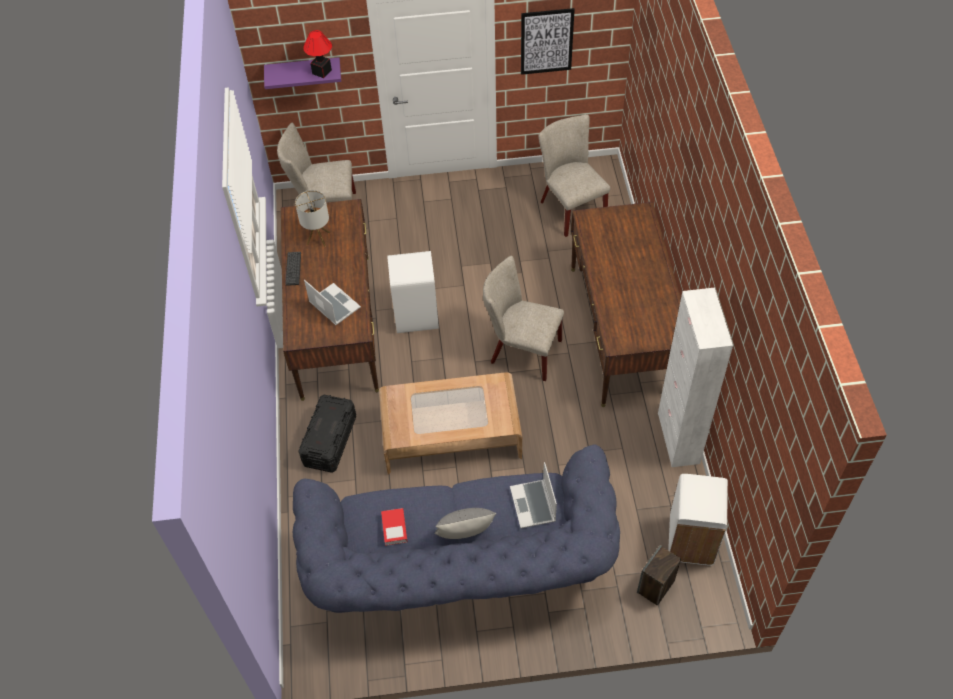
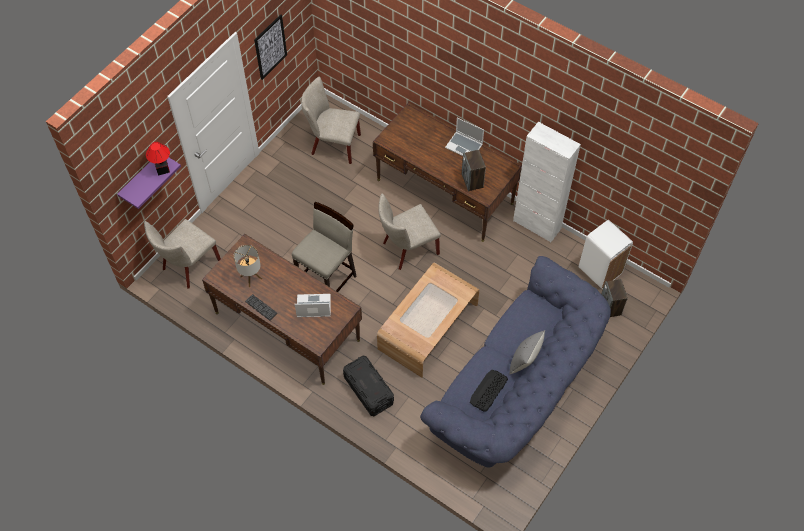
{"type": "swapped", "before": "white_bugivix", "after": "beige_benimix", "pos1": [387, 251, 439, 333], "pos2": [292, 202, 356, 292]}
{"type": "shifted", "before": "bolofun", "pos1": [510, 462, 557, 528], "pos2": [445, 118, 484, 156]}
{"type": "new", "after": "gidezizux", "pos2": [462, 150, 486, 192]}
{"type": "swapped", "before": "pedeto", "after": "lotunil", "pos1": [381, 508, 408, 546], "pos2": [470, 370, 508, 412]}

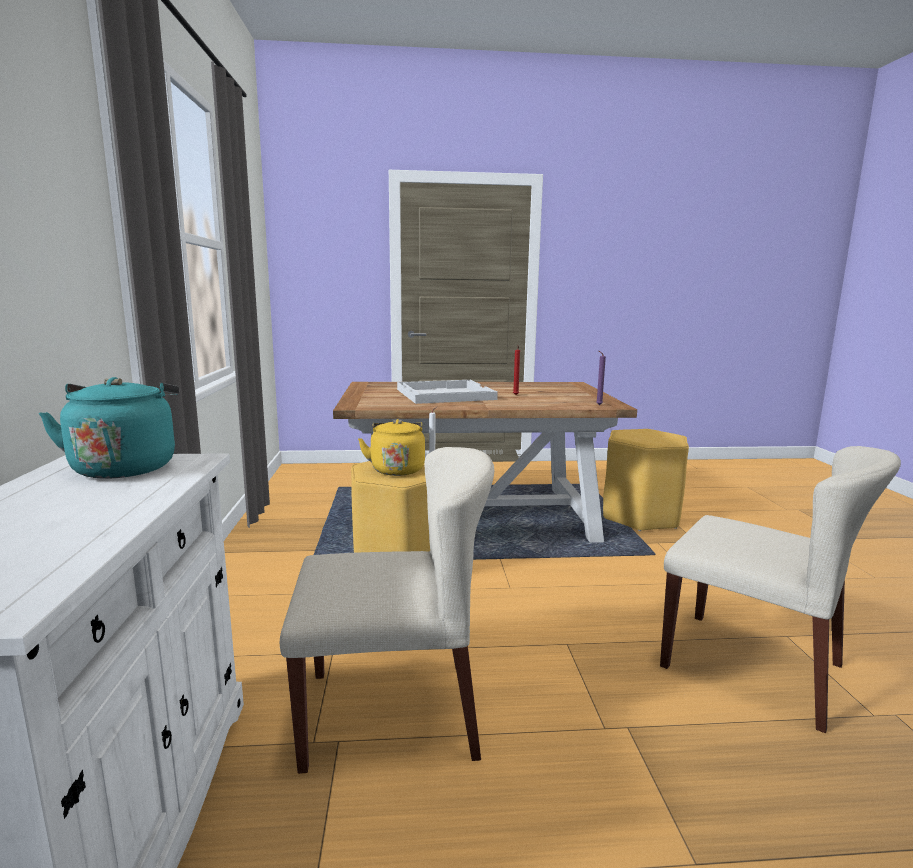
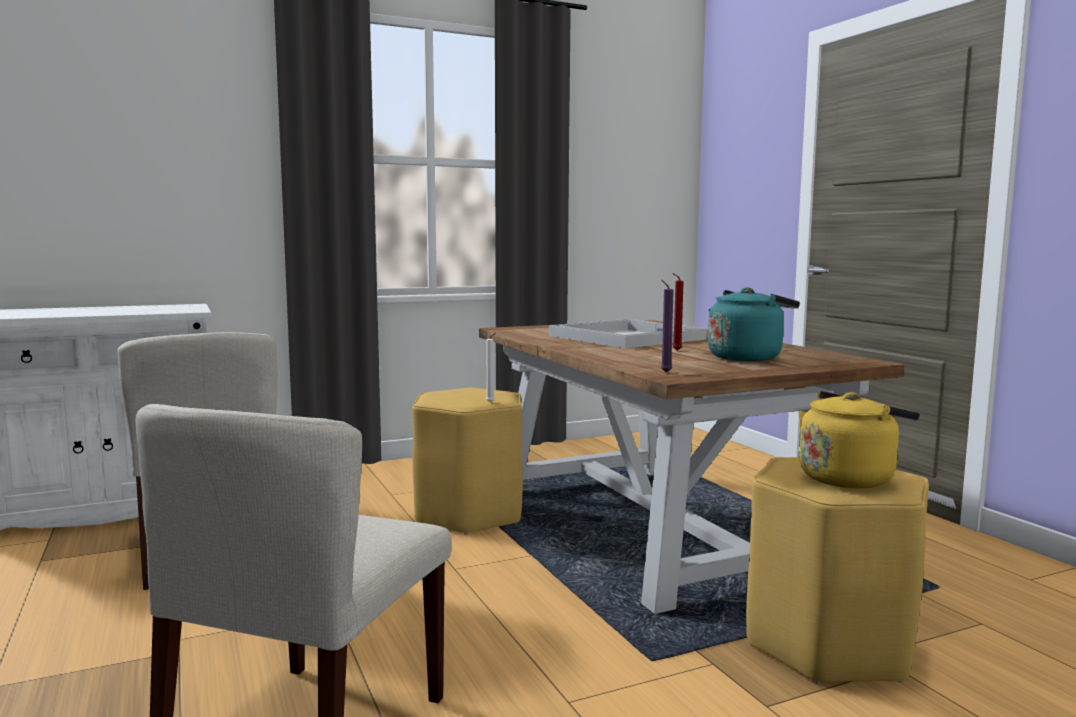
{"type": "shifted", "before": "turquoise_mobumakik", "pos1": [39, 377, 179, 479], "pos2": [708, 287, 800, 361]}
{"type": "shifted", "before": "yellow_mobumakik", "pos1": [358, 419, 425, 476], "pos2": [798, 391, 920, 488]}

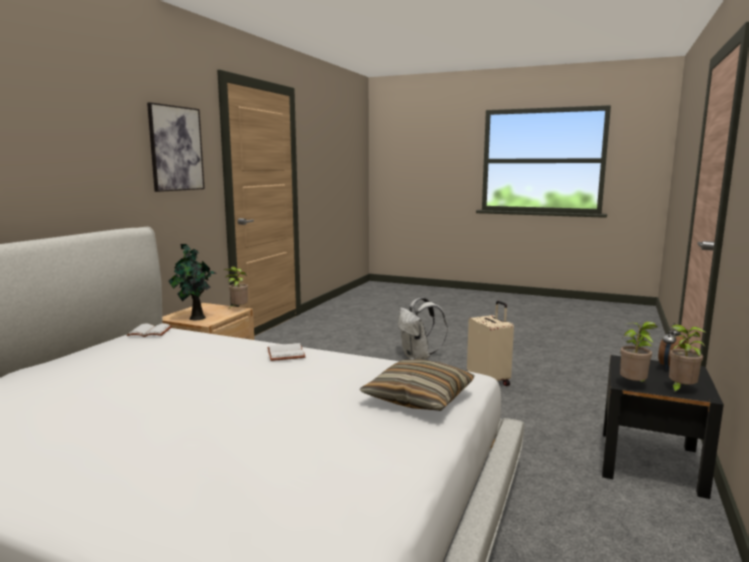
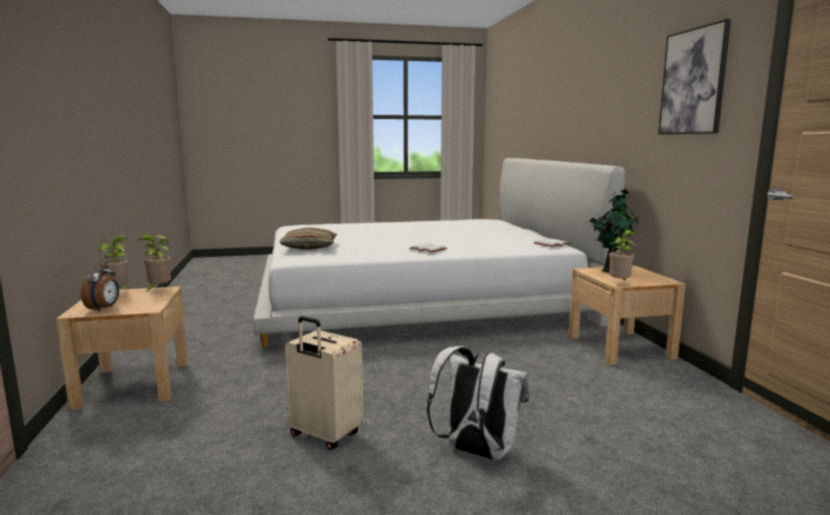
{"type": "repainted", "before": "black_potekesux", "after": "beige_potekesux", "pos1": [602, 355, 724, 499], "pos2": [56, 286, 188, 410]}

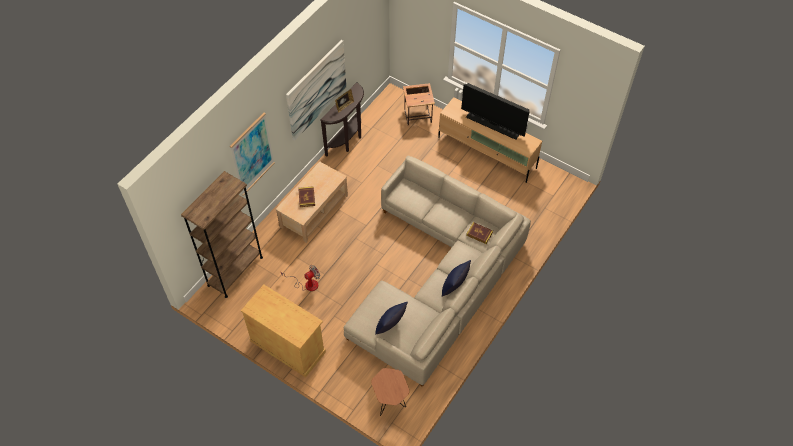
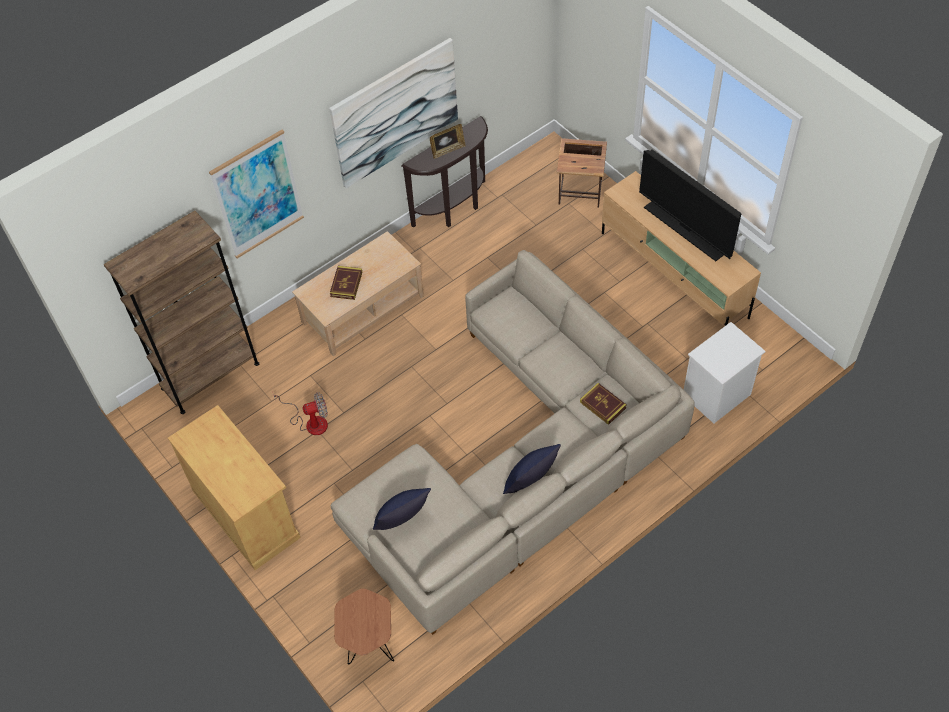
{"type": "new", "after": "white_potekesux", "pos2": [684, 322, 766, 424]}

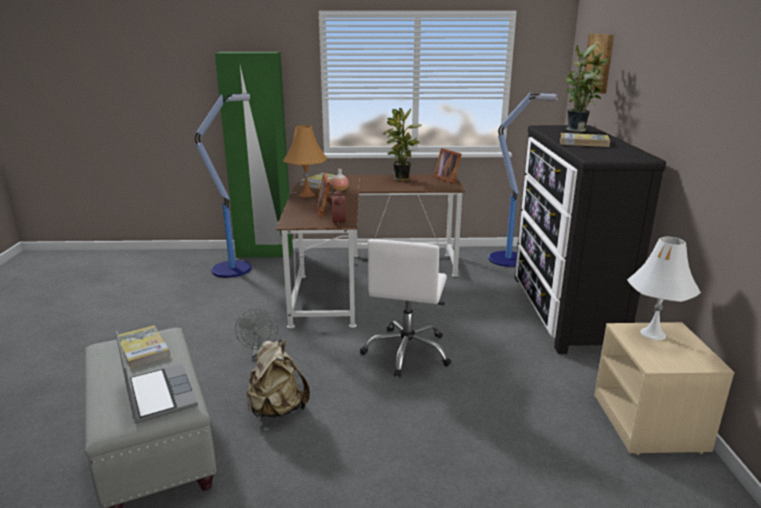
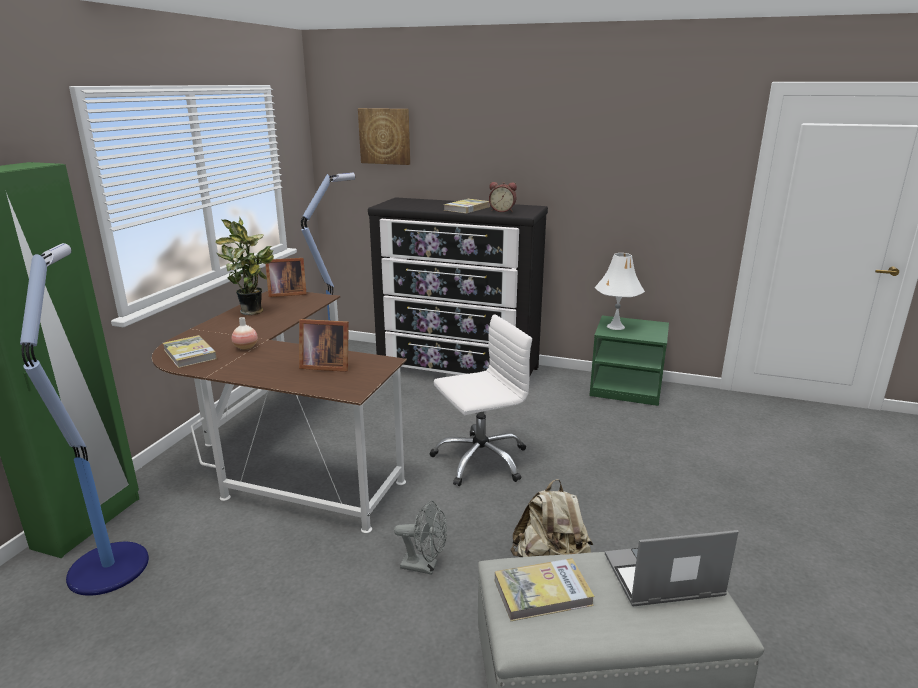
{"type": "rotated", "before": "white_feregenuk", "pos1": [360, 239, 451, 377], "pos2": [430, 315, 532, 486], "turn": -60}
{"type": "shifted", "before": "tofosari", "pos1": [332, 190, 348, 225], "pos2": [489, 182, 517, 212]}
{"type": "repainted", "before": "beige_potekesux", "after": "green_potekesux", "pos1": [594, 322, 735, 455], "pos2": [589, 316, 669, 406]}
{"type": "gone", "before": "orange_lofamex", "pos1": [283, 125, 327, 197]}
{"type": "gone", "before": "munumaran", "pos1": [565, 44, 611, 132]}

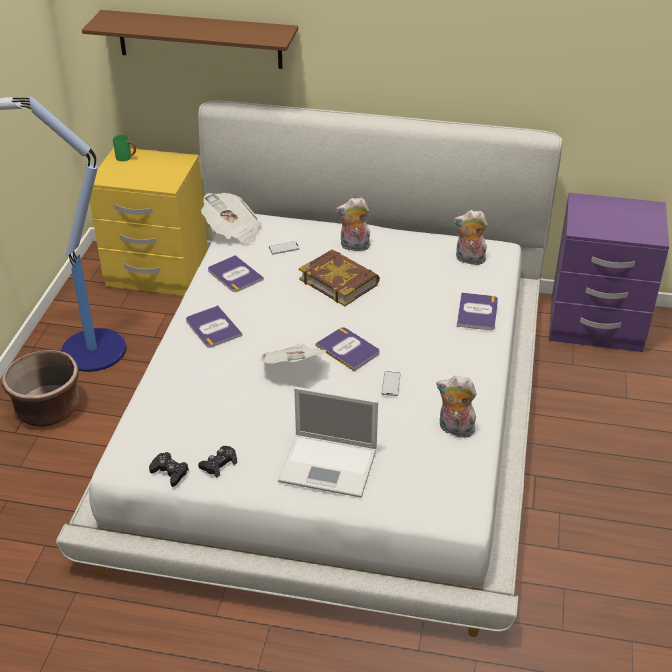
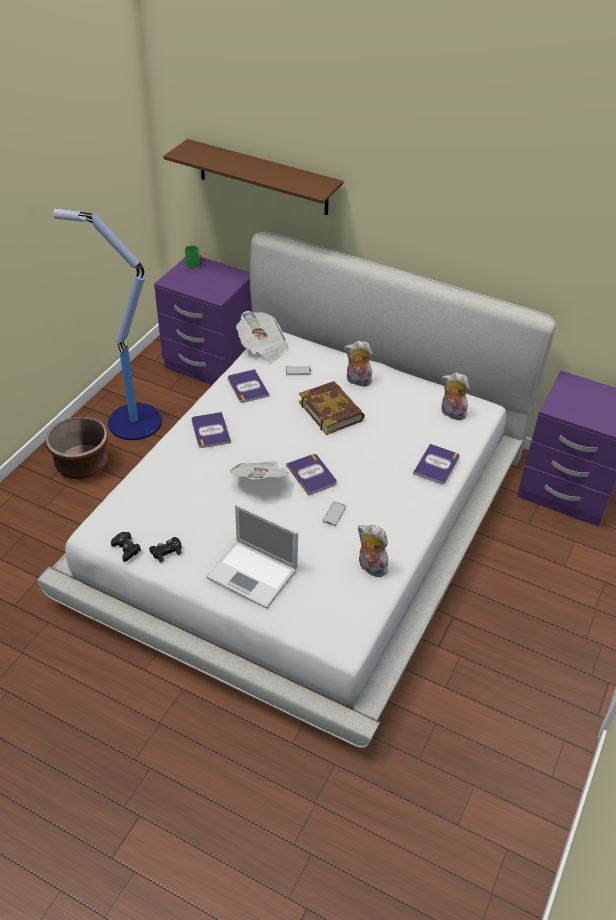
{"type": "repainted", "before": "yellow_potekesux", "after": "purple_potekesux", "pos1": [90, 147, 208, 296], "pos2": [154, 256, 252, 385]}

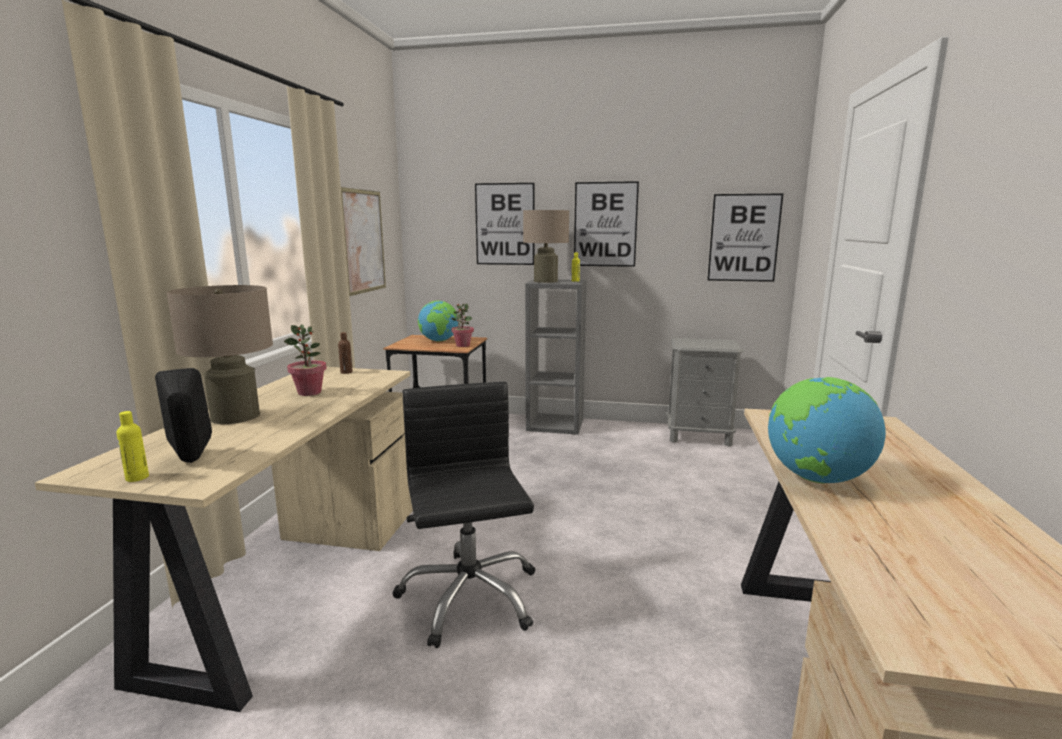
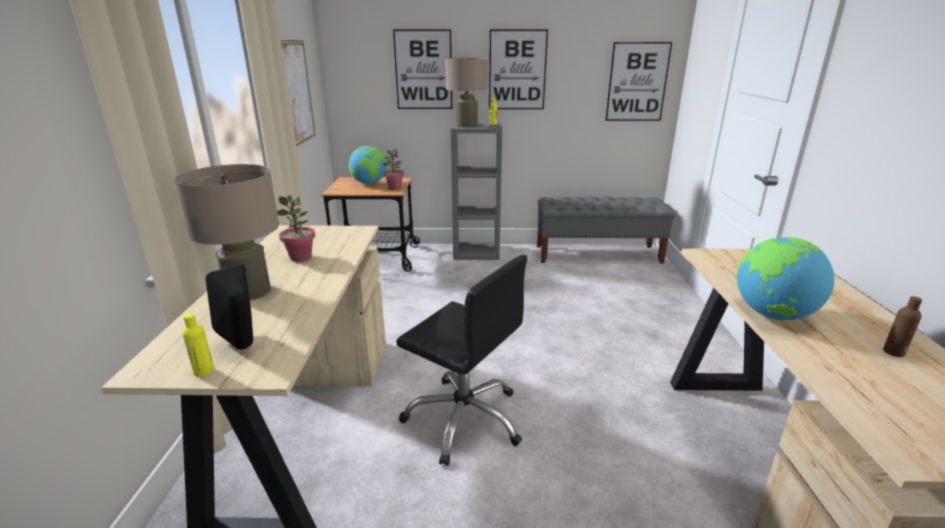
{"type": "rotated", "before": "black_feregenuk", "pos1": [392, 382, 535, 648], "pos2": [396, 255, 527, 466], "turn": 150}
{"type": "swapped", "before": "grey_potekesux", "after": "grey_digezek", "pos1": [667, 338, 744, 446], "pos2": [537, 197, 675, 264]}
{"type": "shifted", "before": "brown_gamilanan", "pos1": [338, 332, 353, 374], "pos2": [883, 296, 922, 357]}

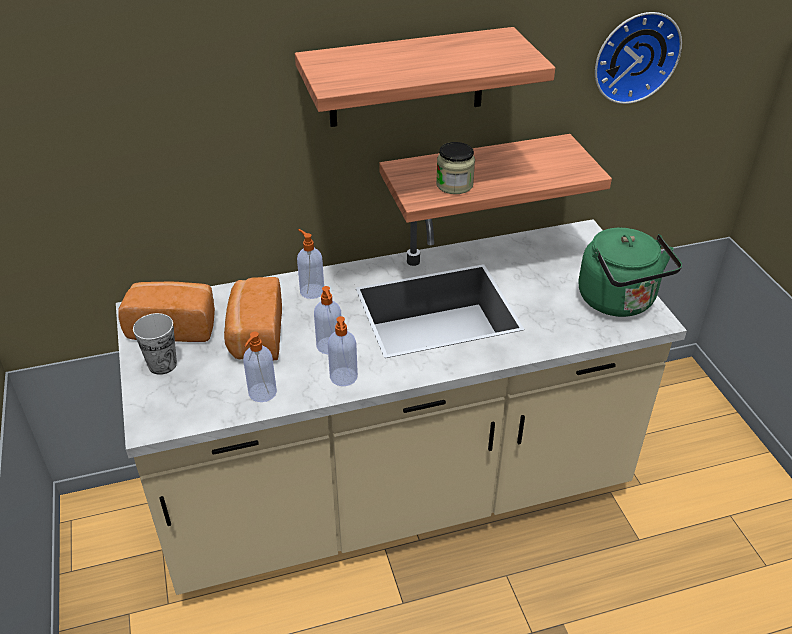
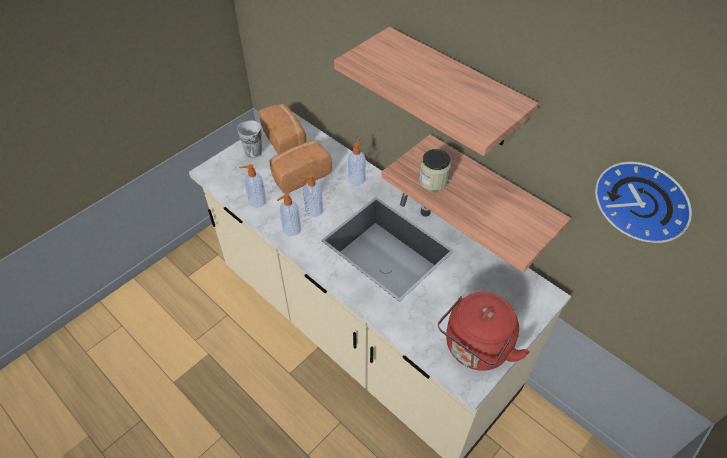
{"type": "repainted", "before": "green_mobumakik", "after": "red_mobumakik", "pos1": [579, 227, 682, 317], "pos2": [438, 292, 530, 371]}

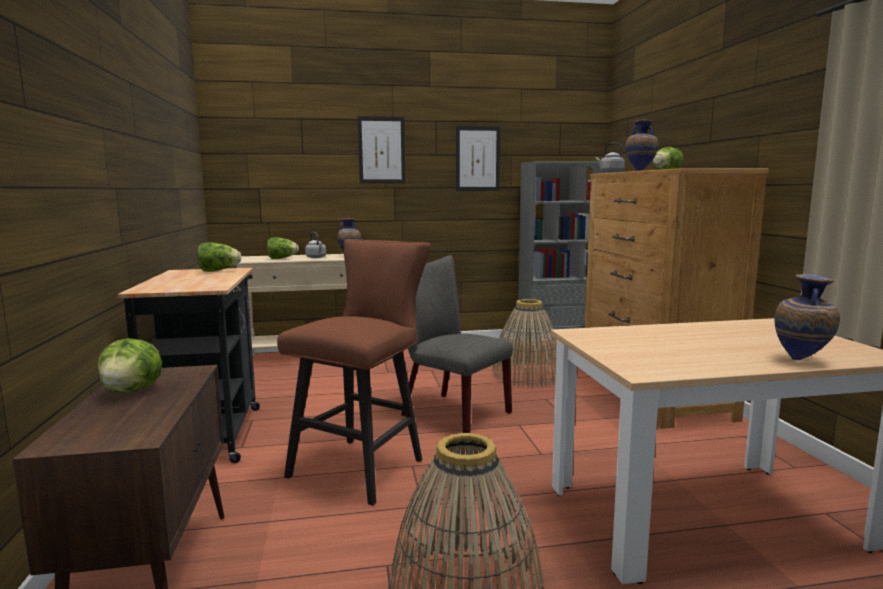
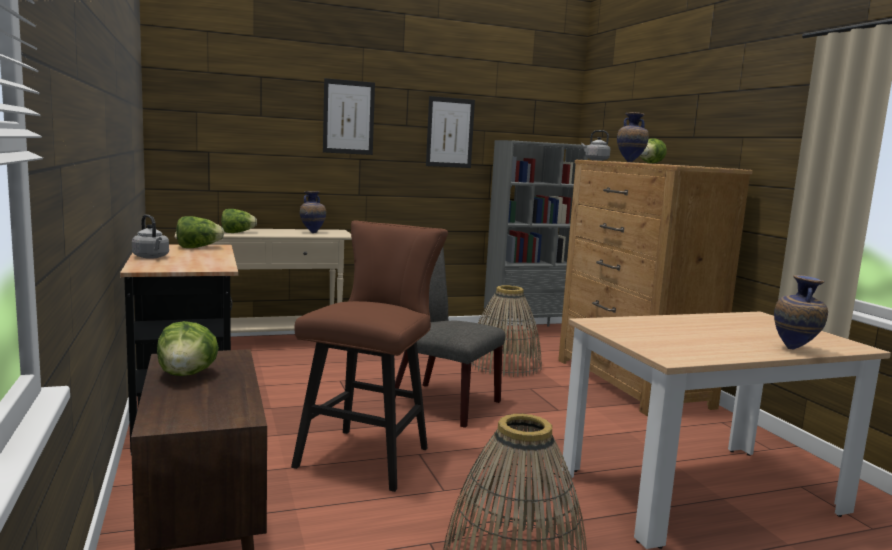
{"type": "shifted", "before": "grey_mobumakik", "pos1": [305, 232, 326, 258], "pos2": [132, 214, 169, 259]}

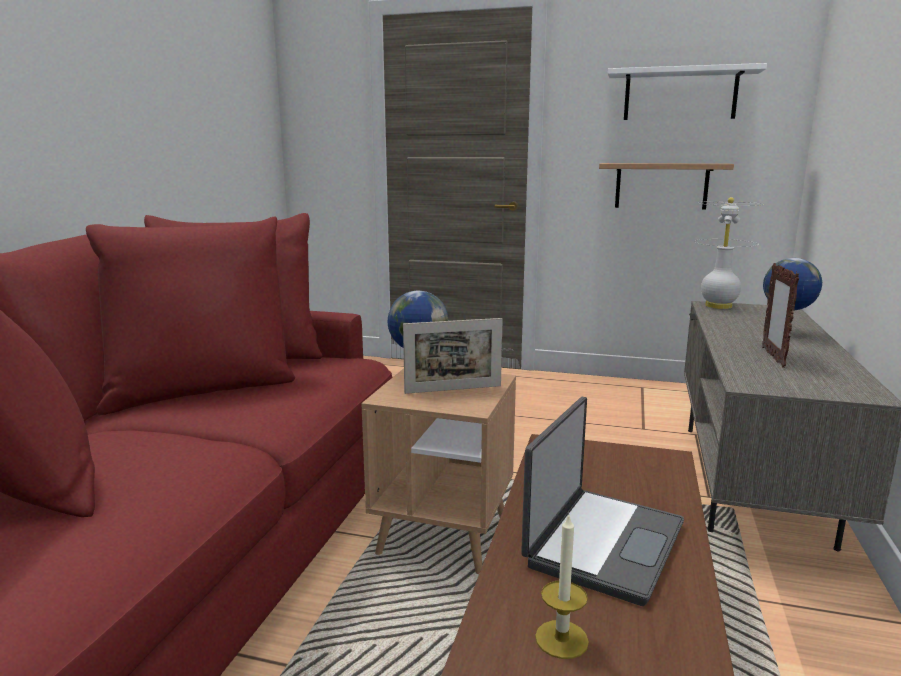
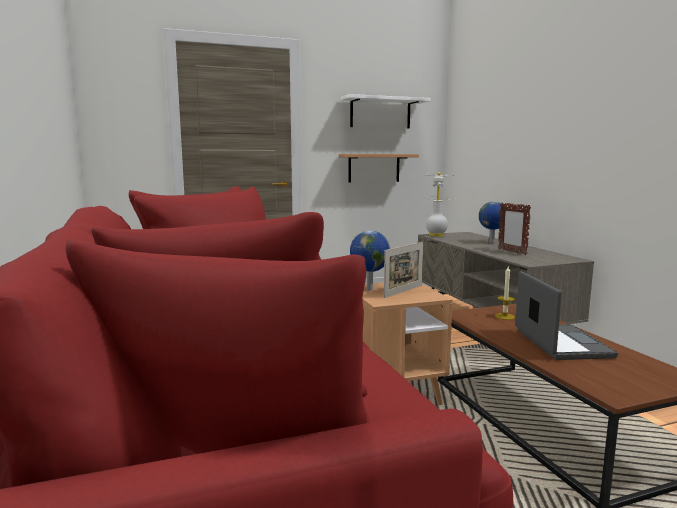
{"type": "shifted", "before": "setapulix", "pos1": [535, 513, 589, 659], "pos2": [495, 267, 515, 320]}

